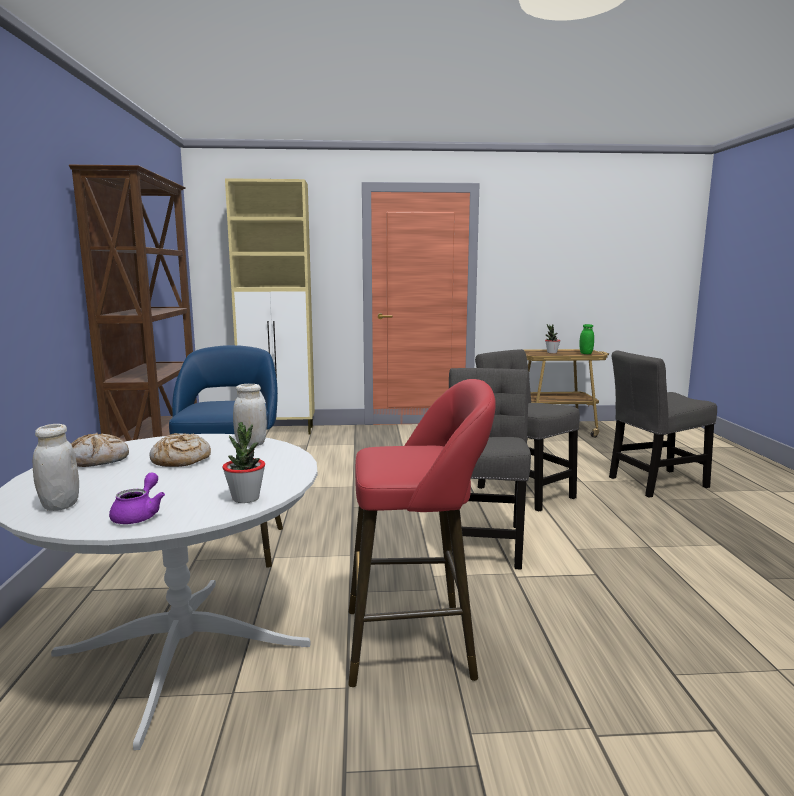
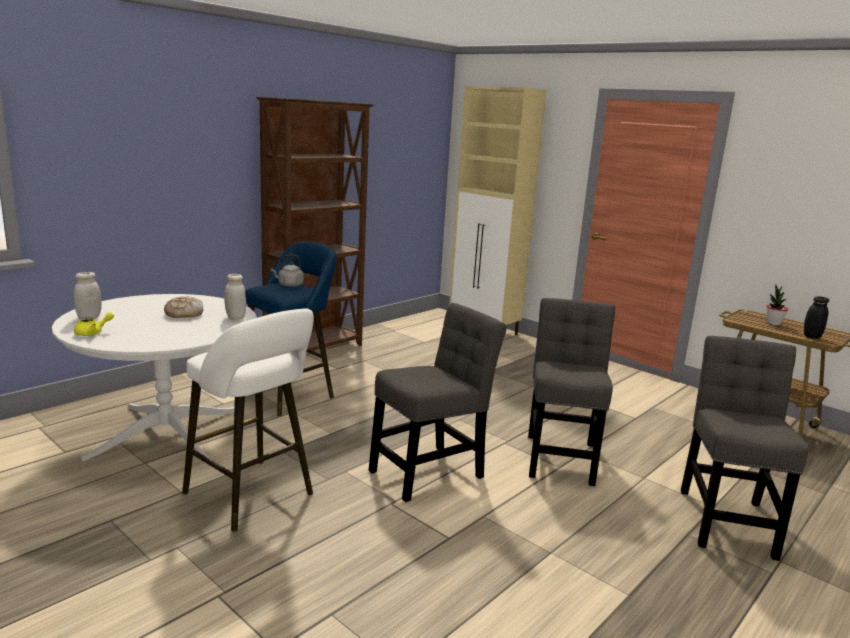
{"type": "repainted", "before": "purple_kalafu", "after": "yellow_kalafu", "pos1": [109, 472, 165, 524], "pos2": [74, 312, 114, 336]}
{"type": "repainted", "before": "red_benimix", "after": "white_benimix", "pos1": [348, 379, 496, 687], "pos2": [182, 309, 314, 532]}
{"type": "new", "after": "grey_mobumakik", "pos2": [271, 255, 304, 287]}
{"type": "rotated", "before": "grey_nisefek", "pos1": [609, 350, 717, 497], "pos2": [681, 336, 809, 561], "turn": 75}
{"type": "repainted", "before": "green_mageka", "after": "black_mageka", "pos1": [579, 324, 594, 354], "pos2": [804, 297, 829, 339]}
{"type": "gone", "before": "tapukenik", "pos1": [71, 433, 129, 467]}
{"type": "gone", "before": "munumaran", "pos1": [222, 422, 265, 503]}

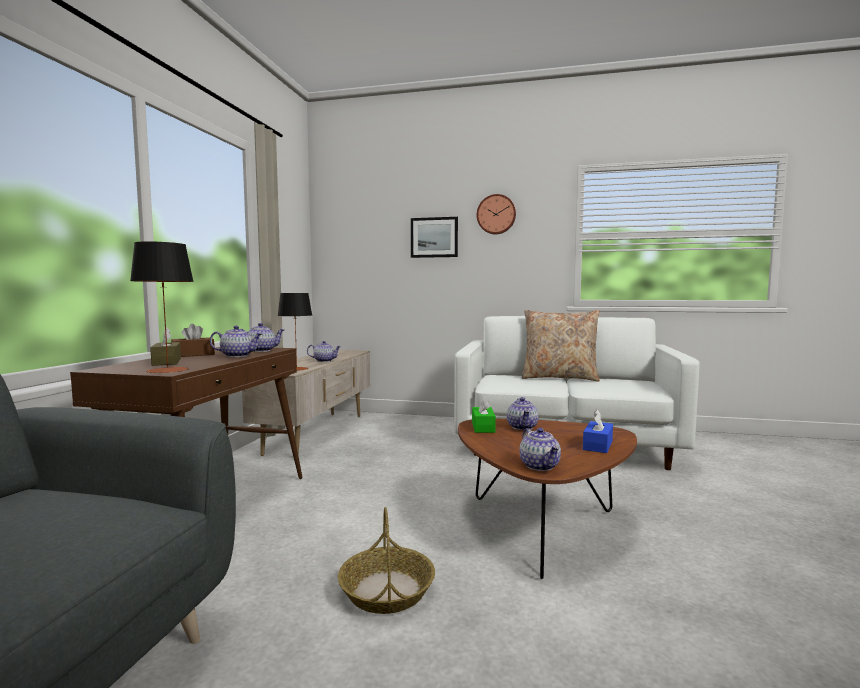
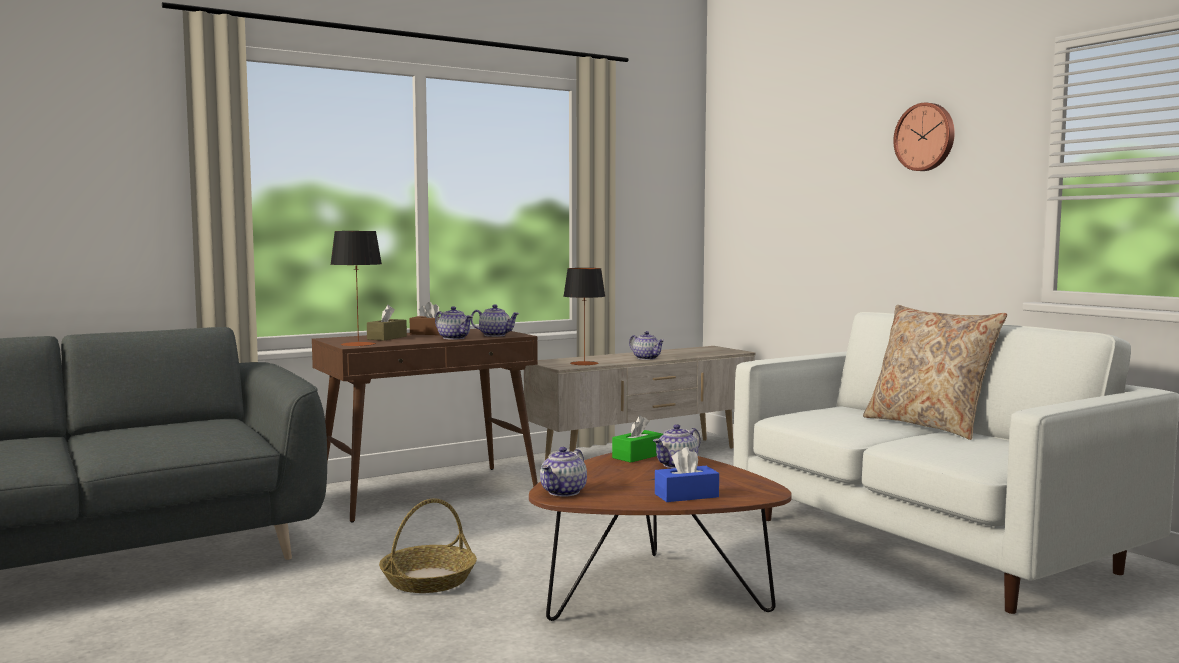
{"type": "gone", "before": "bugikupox", "pos1": [411, 217, 458, 258]}

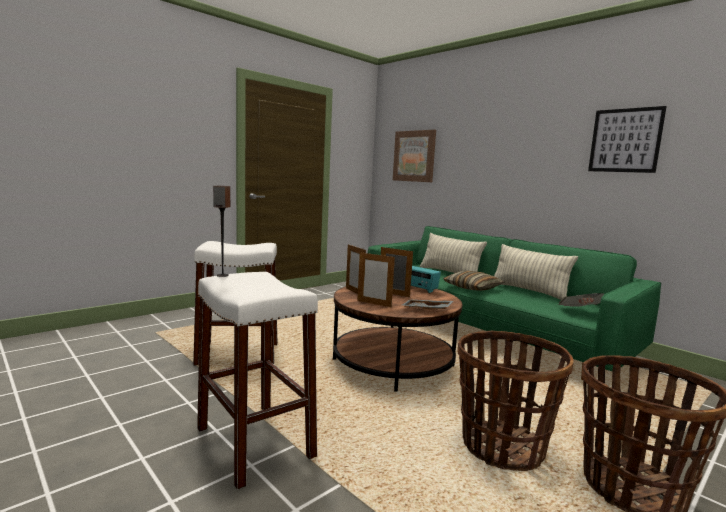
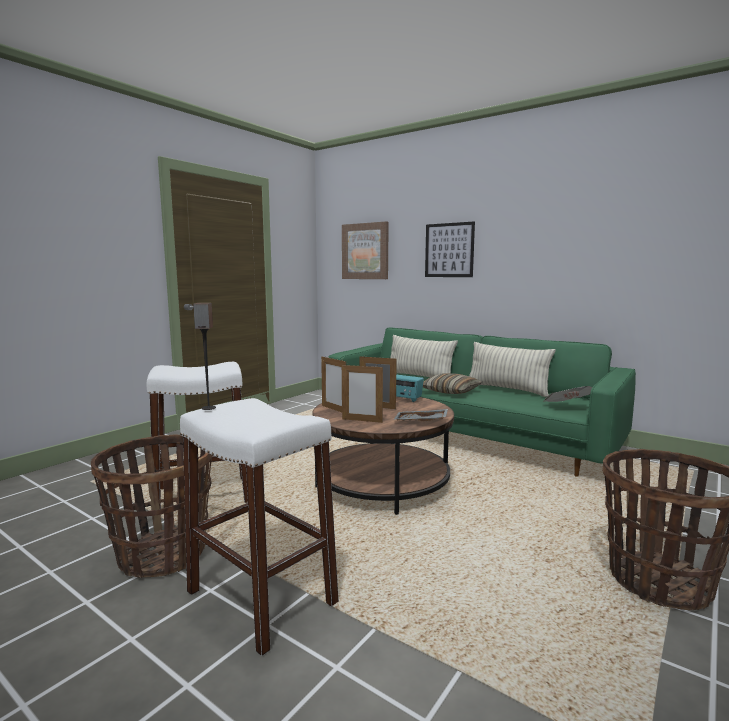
{"type": "shifted", "before": "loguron", "pos1": [457, 331, 574, 471], "pos2": [91, 435, 213, 578]}
{"type": "shifted", "before": "bugikupox", "pos1": [588, 106, 667, 173], "pos2": [425, 222, 475, 277]}

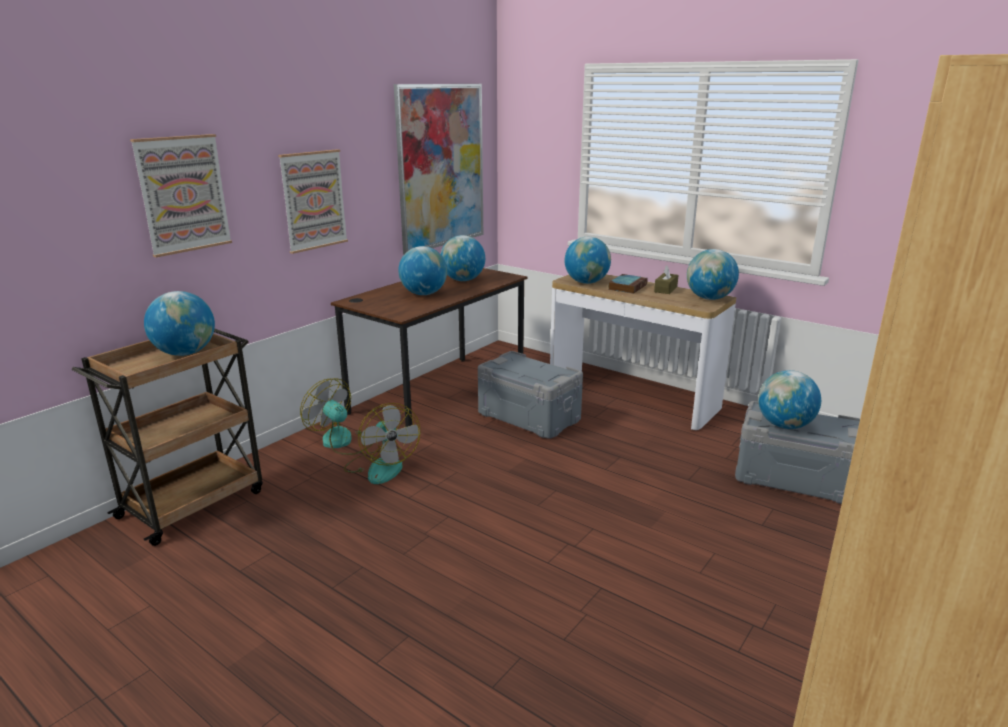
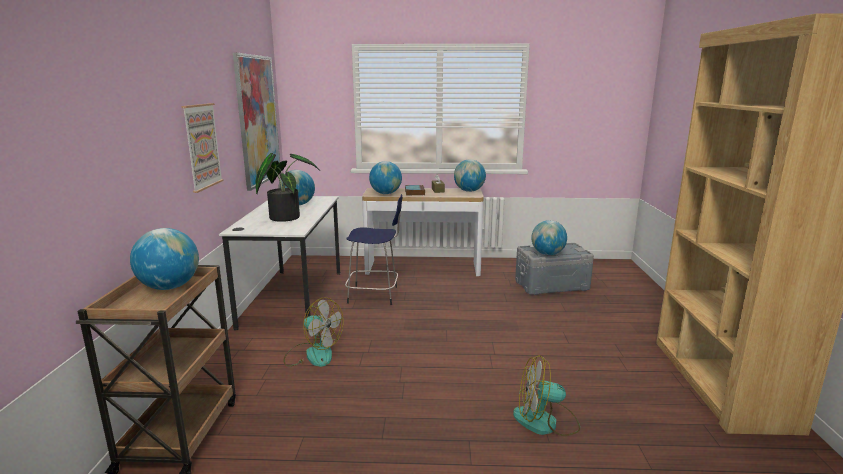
{"type": "repainted", "before": "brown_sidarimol", "after": "white_sidarimol", "pos1": [331, 268, 527, 427], "pos2": [219, 196, 340, 332]}
{"type": "swapped", "before": "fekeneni", "after": "munumaran", "pos1": [398, 246, 447, 295], "pos2": [255, 153, 320, 222]}
{"type": "swapped", "before": "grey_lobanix", "after": "blue_benimix", "pos1": [478, 351, 583, 439], "pos2": [345, 194, 402, 305]}
{"type": "shifted", "before": "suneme", "pos1": [300, 378, 374, 455], "pos2": [513, 355, 580, 436]}
{"type": "gone", "before": "bugikupox", "pos1": [130, 134, 232, 257]}

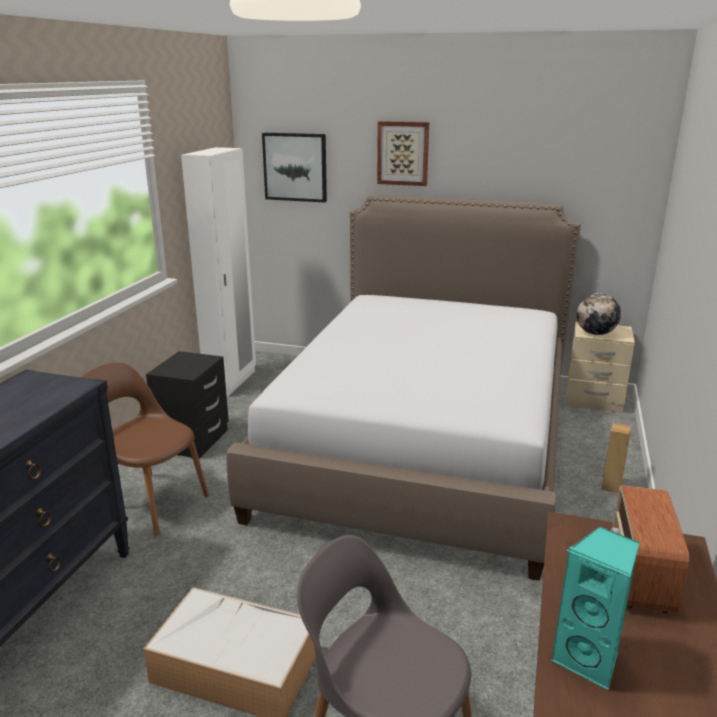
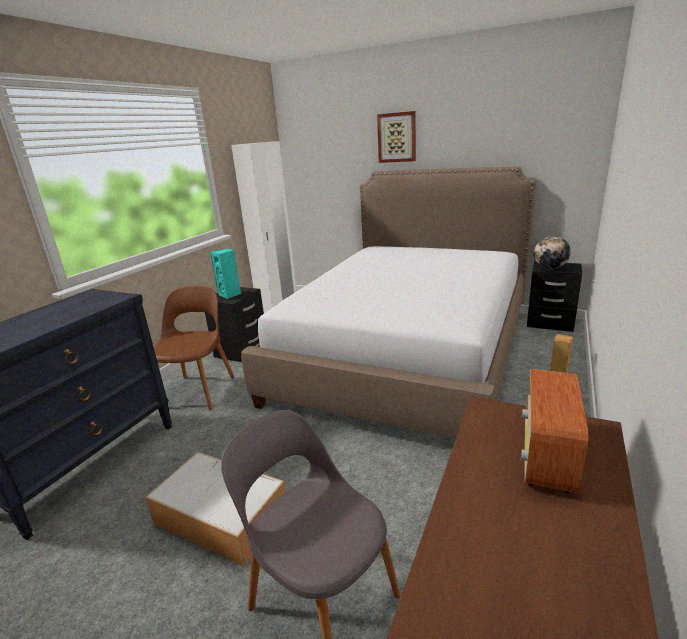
{"type": "rotated", "before": "brown_nisefek", "pos1": [81, 363, 209, 535], "pos2": [154, 286, 234, 410], "turn": 60}
{"type": "shifted", "before": "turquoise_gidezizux", "pos1": [551, 526, 639, 690], "pos2": [210, 248, 241, 299]}
{"type": "repainted", "before": "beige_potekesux", "after": "black_potekesux", "pos1": [566, 322, 635, 413], "pos2": [527, 261, 582, 332]}
{"type": "gone", "before": "bugikupox", "pos1": [262, 133, 327, 203]}

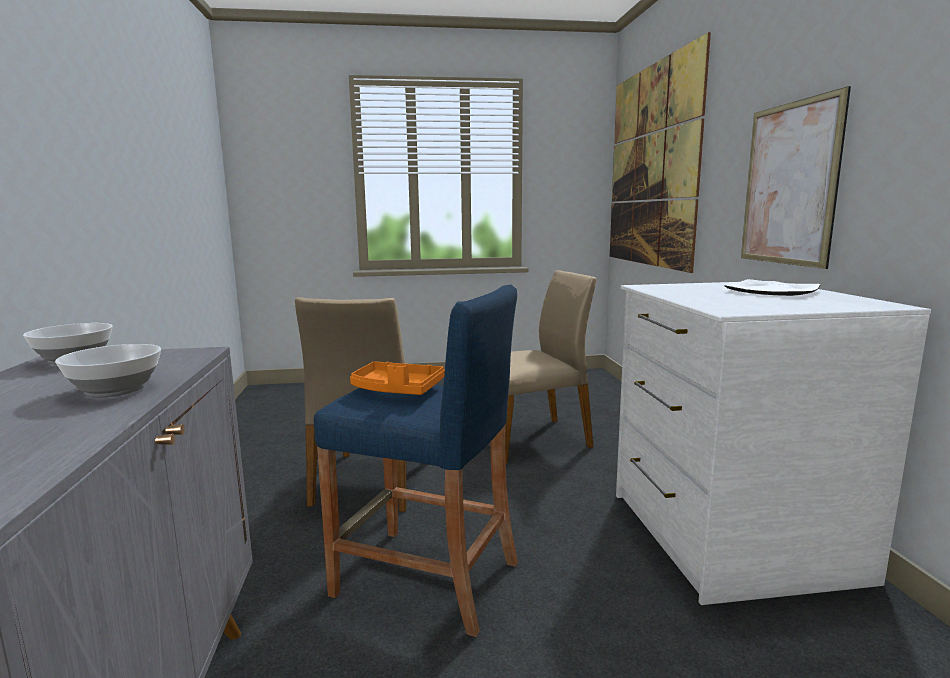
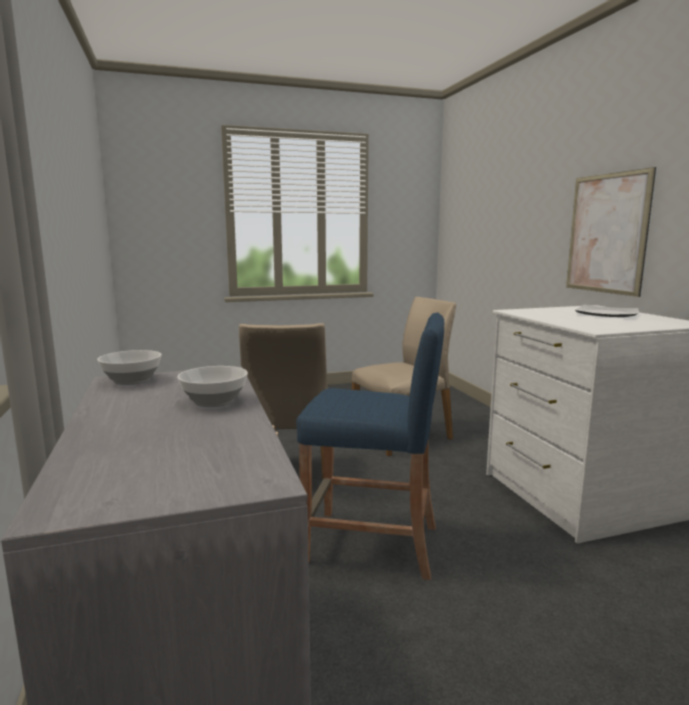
{"type": "gone", "before": "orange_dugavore", "pos1": [350, 361, 445, 395]}
{"type": "gone", "before": "bugikupox", "pos1": [610, 32, 711, 273]}

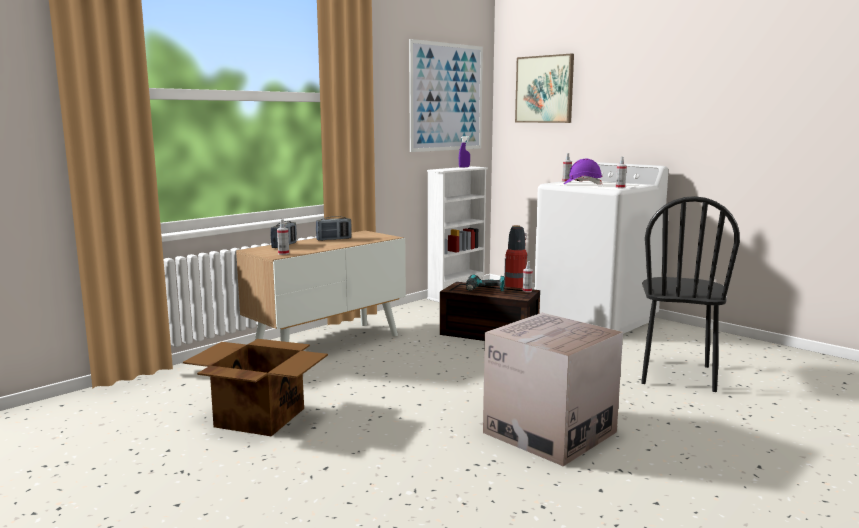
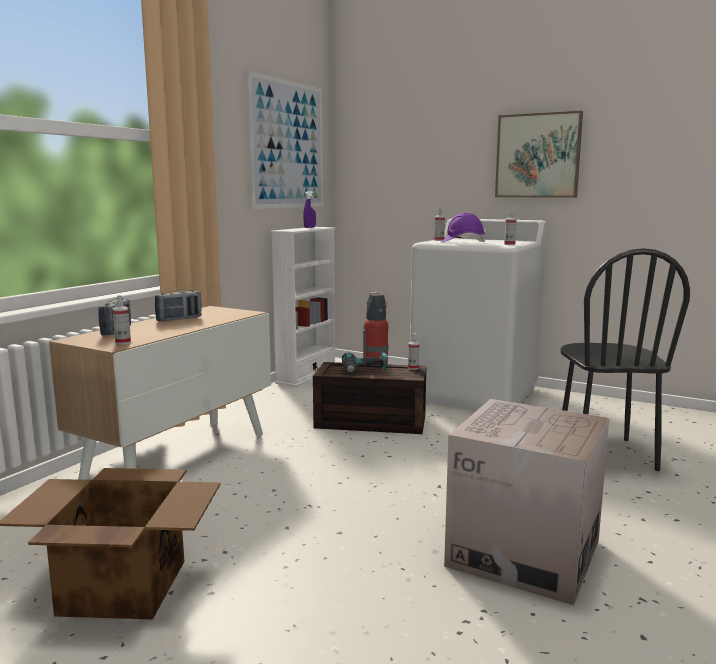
{"type": "shifted", "before": "bugikupox", "pos1": [515, 54, 574, 123], "pos2": [495, 111, 583, 198]}

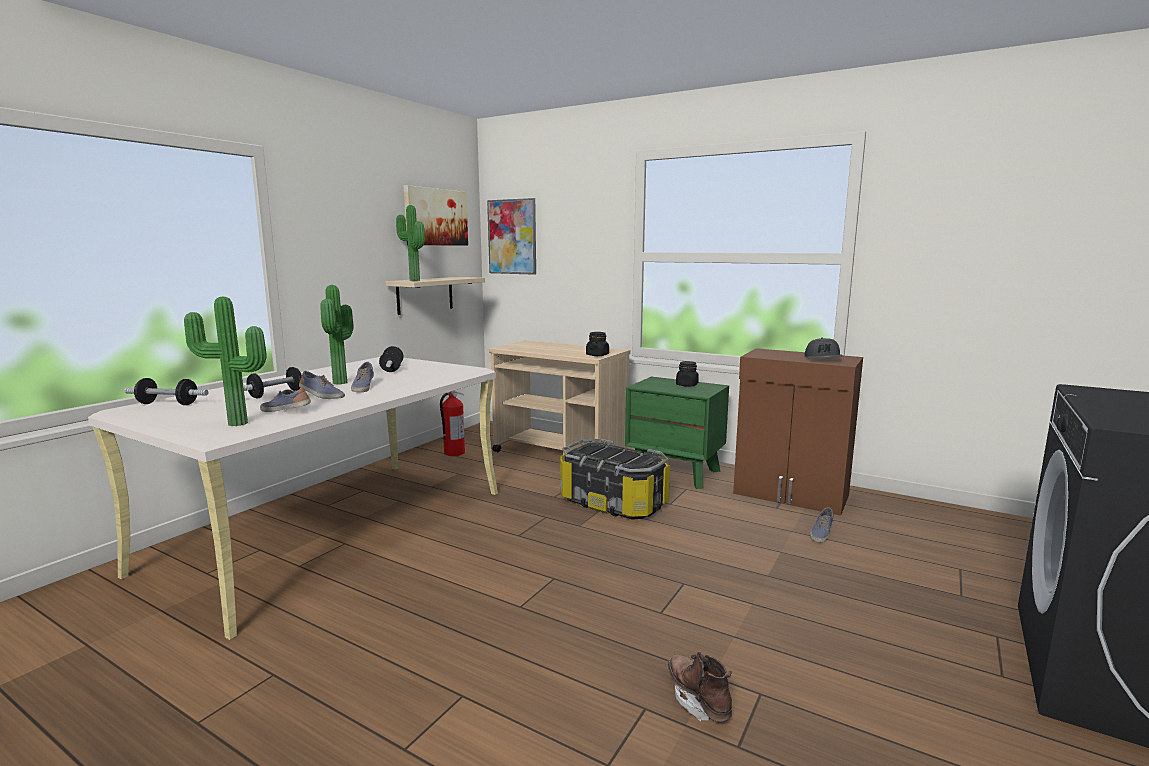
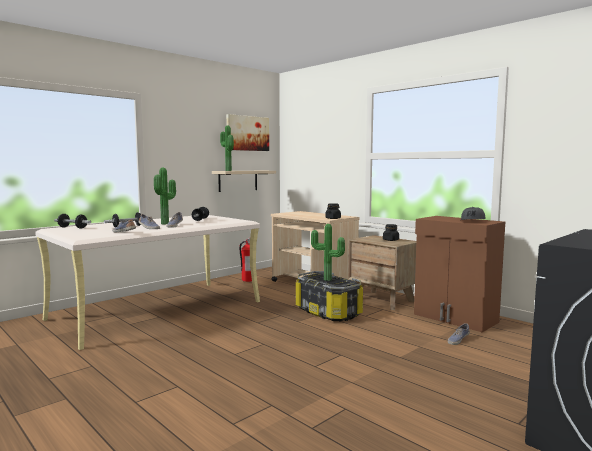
{"type": "shifted", "before": "munumaran", "pos1": [184, 297, 267, 426], "pos2": [311, 224, 345, 281]}
{"type": "repainted", "before": "green_potekesux", "after": "brown_potekesux", "pos1": [625, 377, 729, 489], "pos2": [348, 235, 416, 310]}
{"type": "gone", "before": "bugikupox", "pos1": [487, 198, 536, 275]}
{"type": "gone", "before": "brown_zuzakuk", "pos1": [668, 652, 732, 722]}

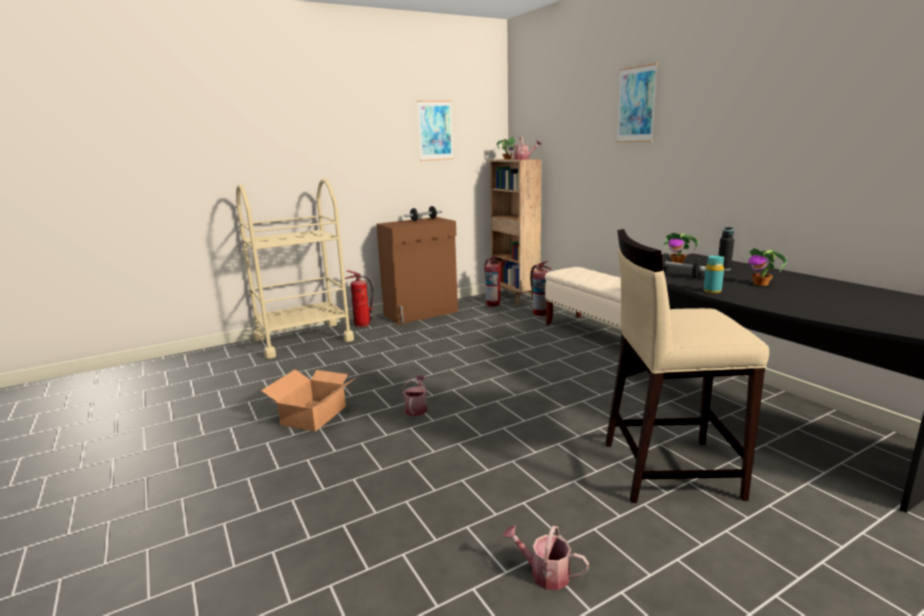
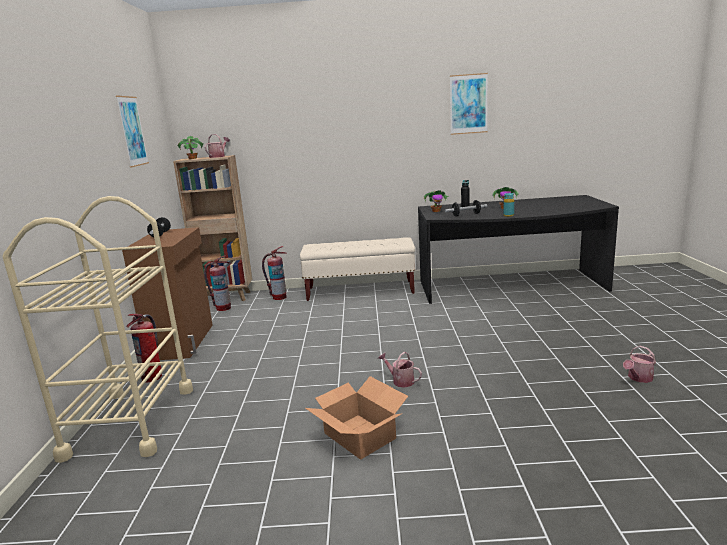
{"type": "shifted", "before": "bugikupox", "pos1": [616, 63, 658, 142], "pos2": [450, 73, 488, 135]}
{"type": "gone", "before": "beige_benimix", "pos1": [605, 229, 769, 503]}

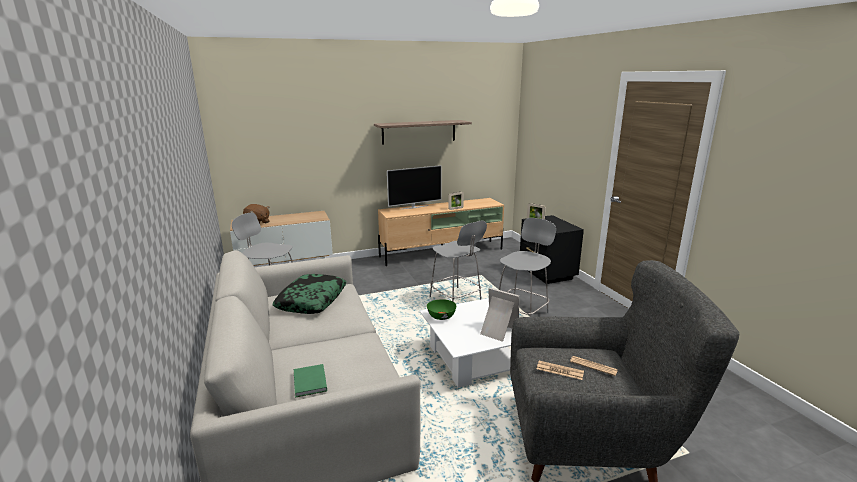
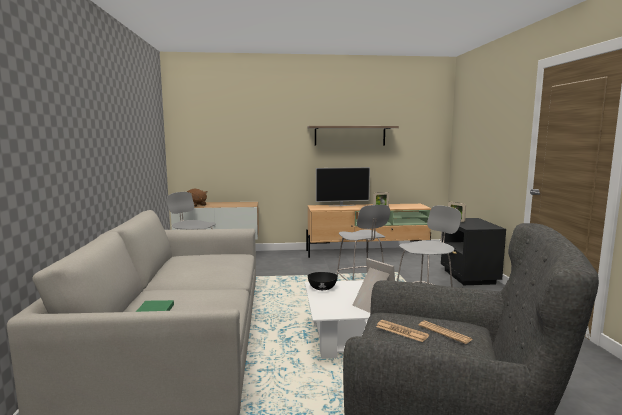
{"type": "repainted", "before": "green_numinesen", "after": "black_numinesen", "pos1": [427, 299, 456, 320], "pos2": [308, 272, 338, 290]}
{"type": "gone", "before": "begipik", "pos1": [272, 274, 346, 314]}

